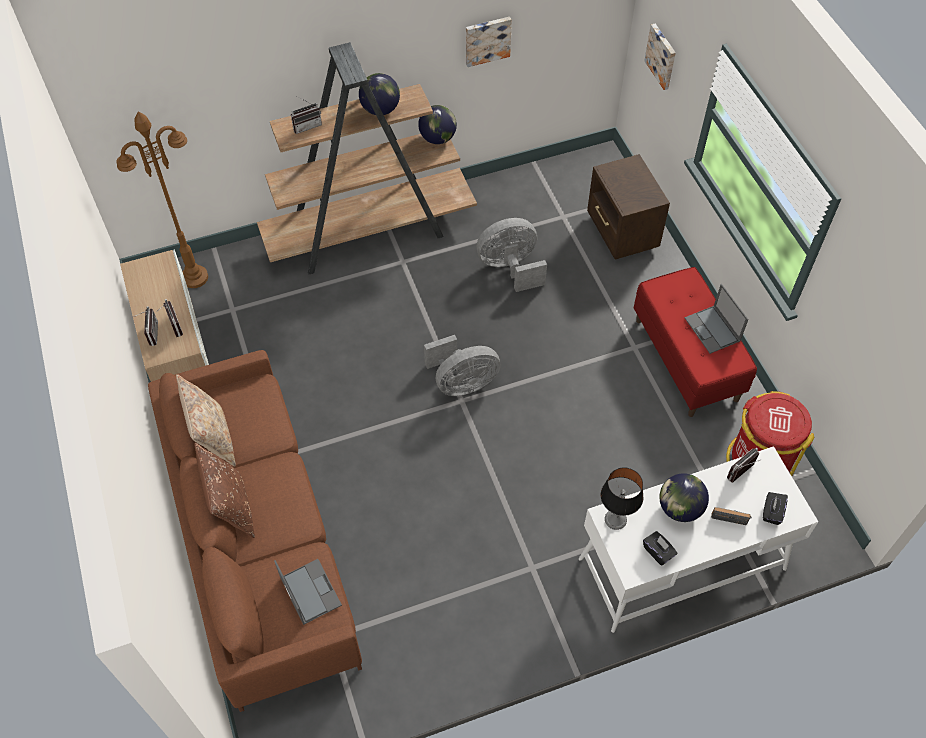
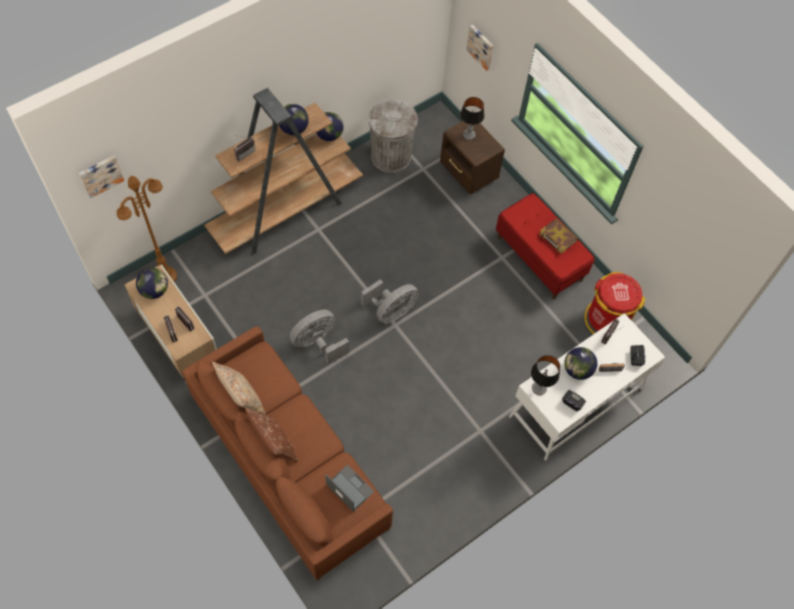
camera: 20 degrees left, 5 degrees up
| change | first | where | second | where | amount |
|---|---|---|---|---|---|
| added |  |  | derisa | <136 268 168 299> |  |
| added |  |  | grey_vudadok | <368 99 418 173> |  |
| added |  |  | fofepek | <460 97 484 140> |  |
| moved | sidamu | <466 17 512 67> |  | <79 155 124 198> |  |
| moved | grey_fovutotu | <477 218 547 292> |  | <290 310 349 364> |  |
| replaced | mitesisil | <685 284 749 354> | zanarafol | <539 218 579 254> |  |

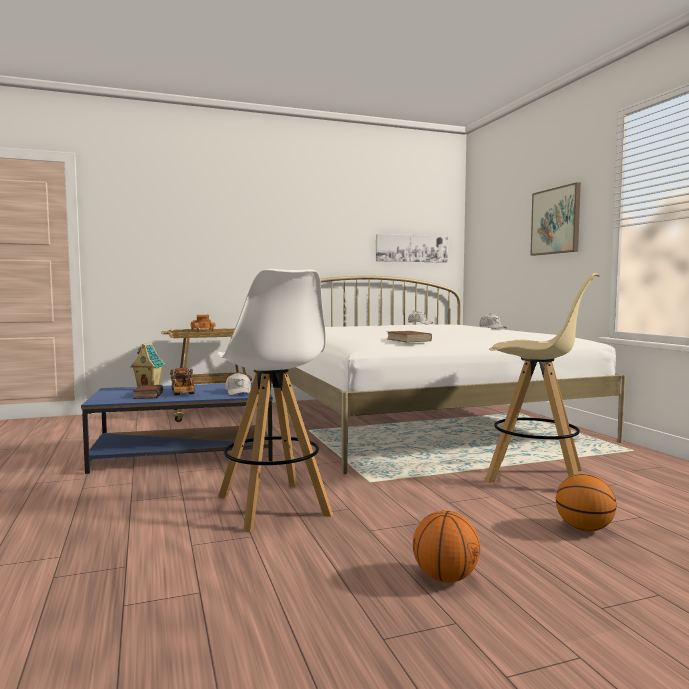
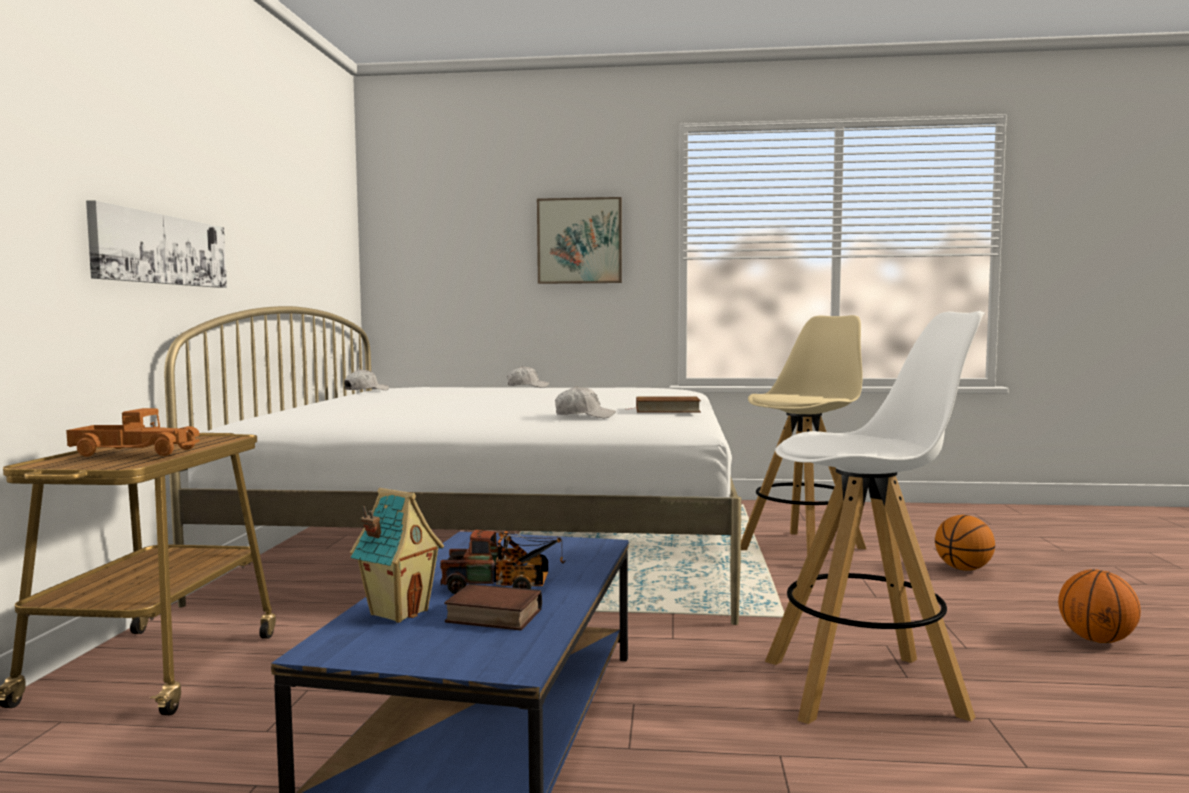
camera: 65 degrees left, 0 degrees up
| change | first | where | second | where | amount |
|---|---|---|---|---|---|
| moved | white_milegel | <225 373 251 395> |  | <555 386 616 418> |  |
| moved | sidamu | <376 234 448 263> |  | <86 200 227 288> |  |

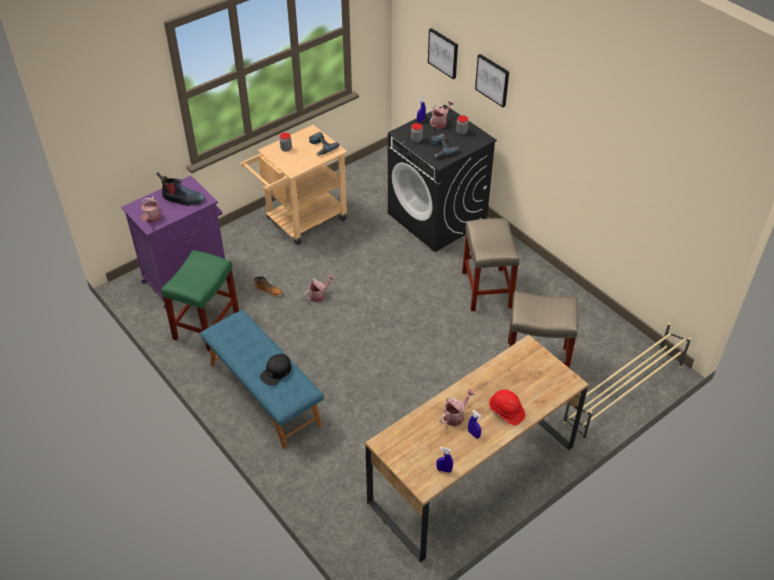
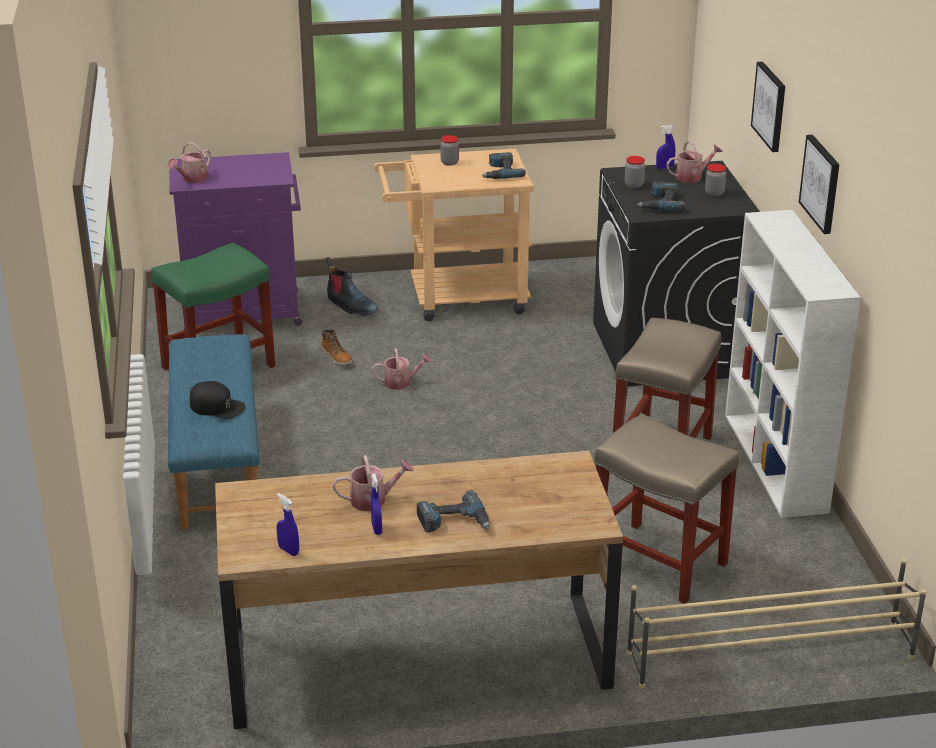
camera: 30 degrees right, 15 degrees down
| change | first | where | second | where | amount |
|---|---|---|---|---|---|
| added |  |  | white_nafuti | <725 210 861 518> |  |
| moved | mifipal | <156 172 205 206> |  | <325 257 378 316> |  |
| moved | sidamu | <428 28 458 79> |  | <799 135 839 234> |  |
| replaced | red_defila | <489 389 525 426> | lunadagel | <417 490 490 532> |  |
| turned | black_milegel | <260 354 291 385> |  | <190 381 245 419> | 135 degrees counterclockwise |

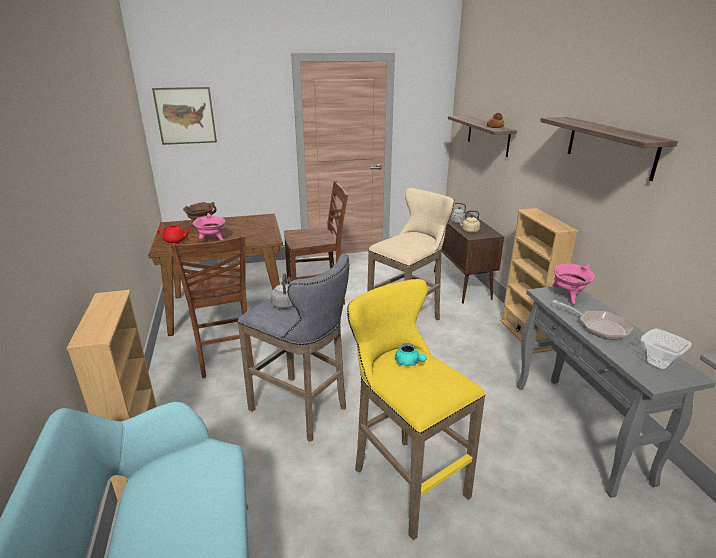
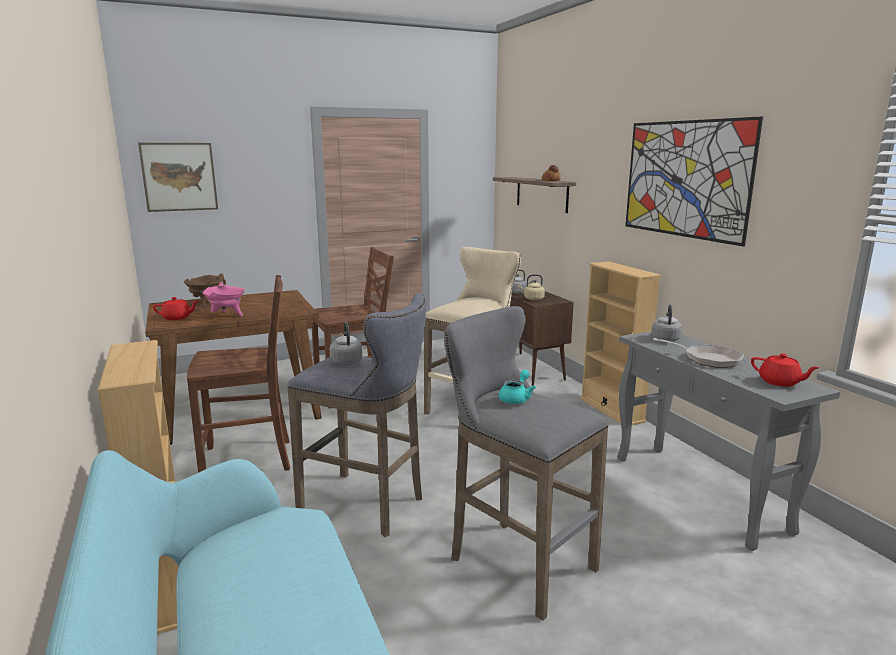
camera: 10 degrees left, 10 degrees down
| change | first | where | second | where | amount |
|---|---|---|---|---|---|
| replaced | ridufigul | <540 117 678 181> | sidamu | <625 117 763 247> |  |
| replaced | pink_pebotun | <552 263 595 305> | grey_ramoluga | <651 304 682 341> |  |
| replaced | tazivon | <640 328 692 371> | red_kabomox | <751 353 820 387> |  |
| recoloured | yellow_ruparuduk | <347 279 485 540> | grey_ruparuduk | <444 306 608 621> |  |
| turned | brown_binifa | <171 235 254 378> |  | <187 275 290 473> | 75 degrees counterclockwise |
| turned | turquoise_kabomox | <395 343 427 366> |  | <499 370 536 404> | 105 degrees counterclockwise |

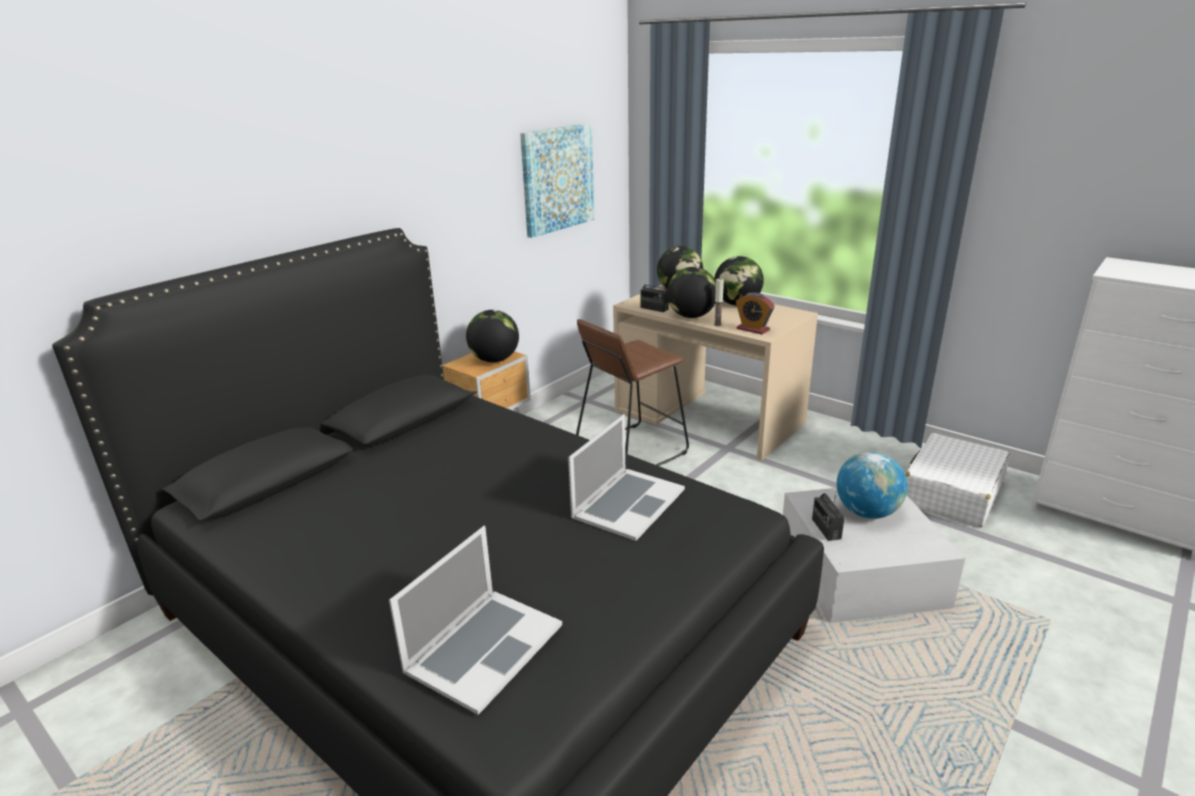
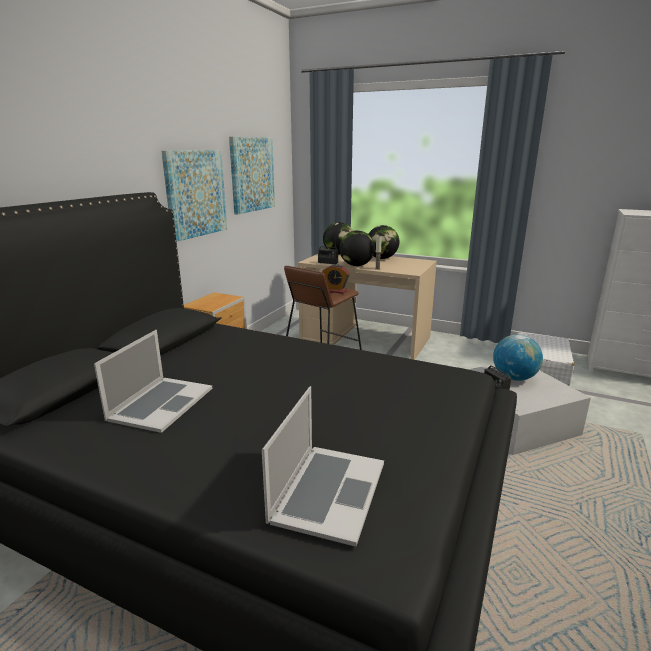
camera: 15 degrees left, 5 degrees down
| change | first | where | second | where | amount |
|---|---|---|---|---|---|
| removed | derisa | <466 310 519 362> |  |  |  |
| added |  |  | sidamu | <162 150 227 242> |  |
| moved | mitesisil | <568 414 685 541> |  | <94 330 212 433> |  |
| moved | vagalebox | <736 292 775 335> |  | <322 264 350 294> |  |

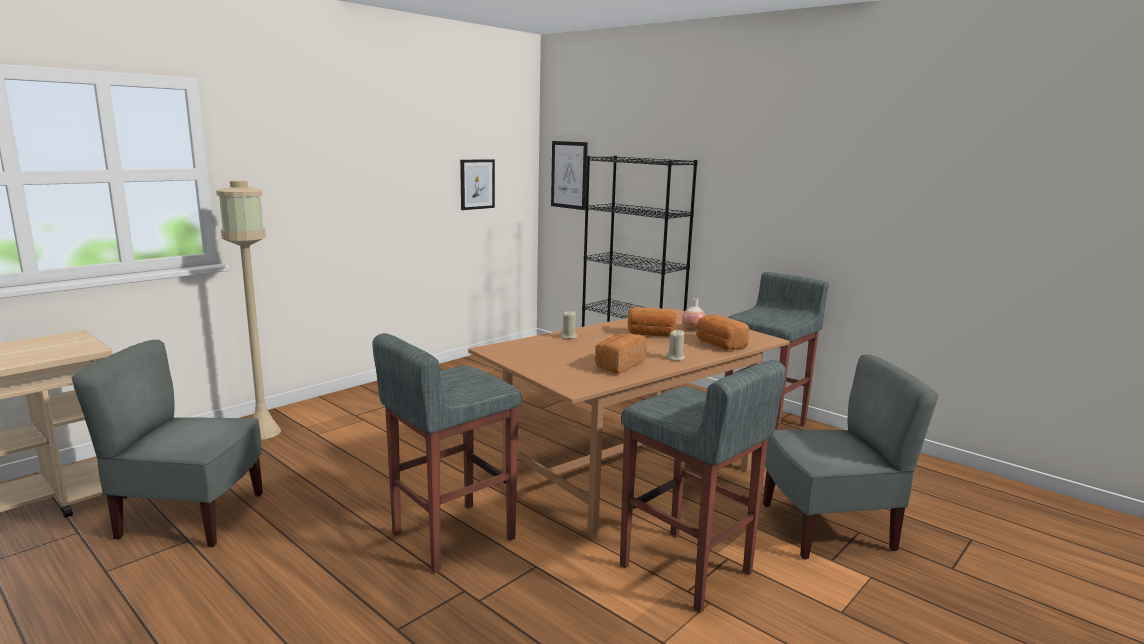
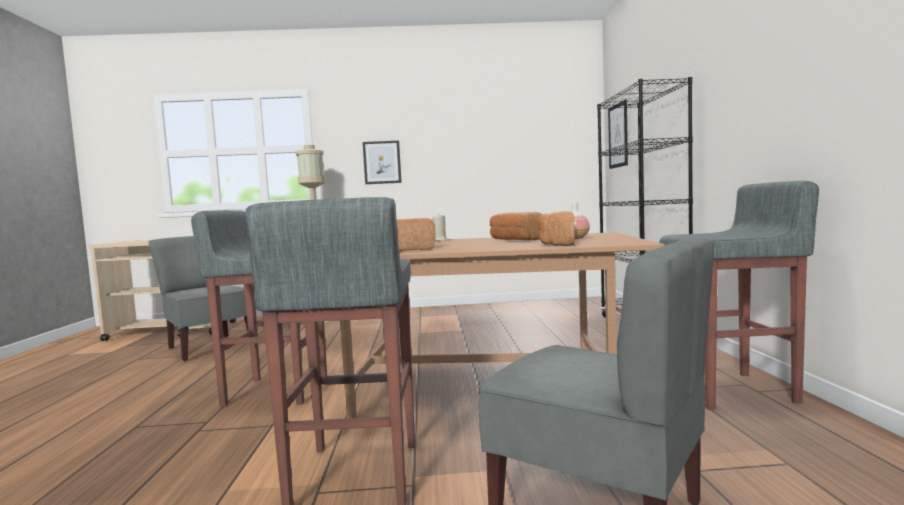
camera: 45 degrees right, 10 degrees down
| change | first | where | second | where | amount |
|---|---|---|---|---|---|
| removed | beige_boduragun | <666 329 685 361> |  |  |  |
| moved | sidamu | <460 159 495 210> |  | <363 141 402 184> |  |

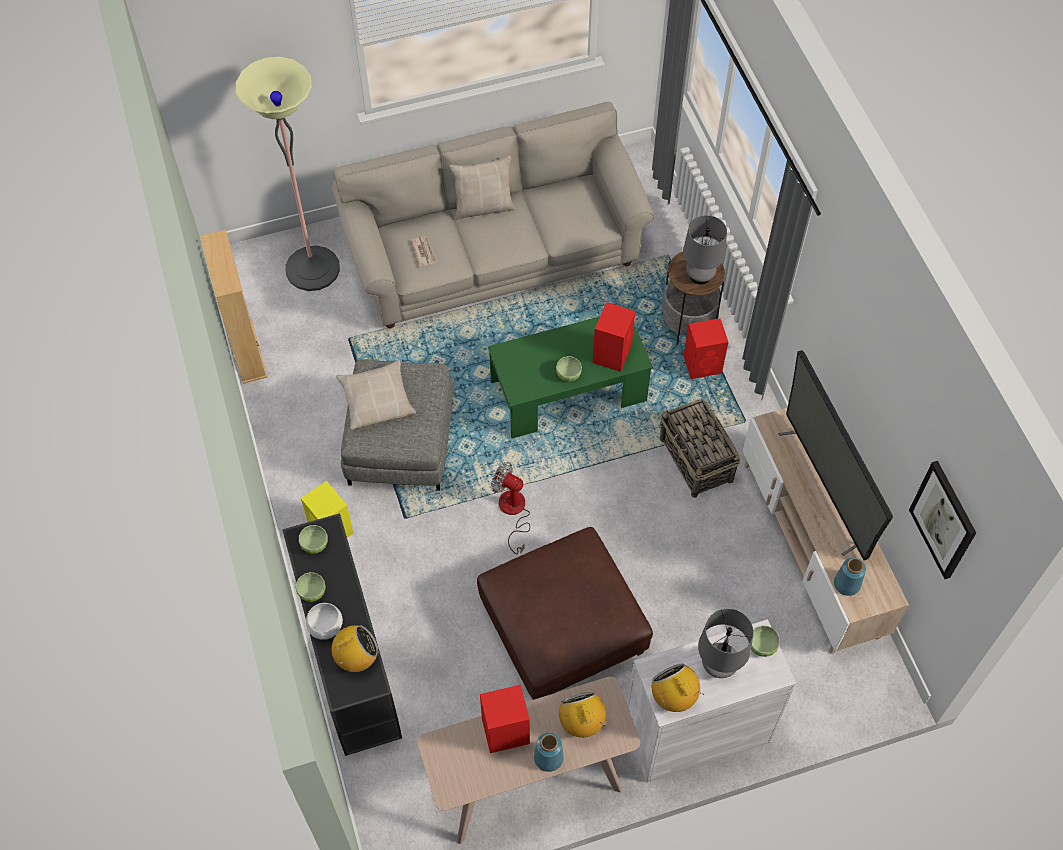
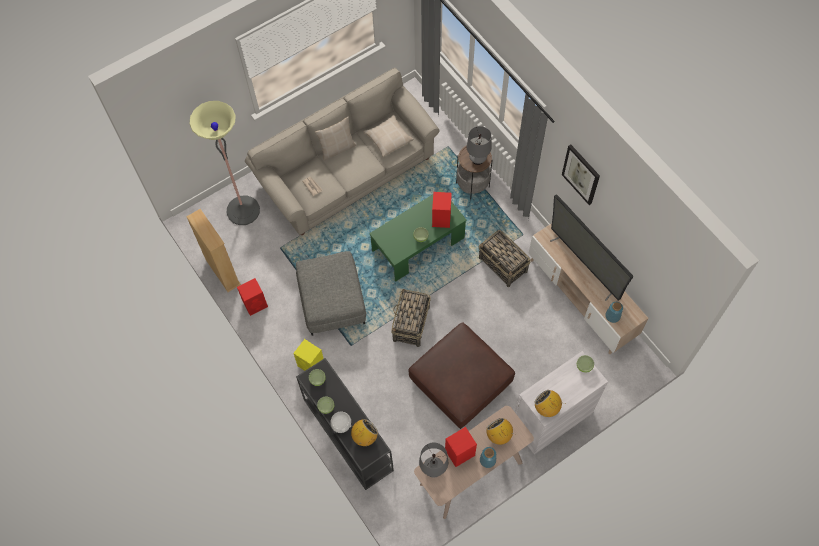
camera: 15 degrees left, 5 degrees up
| change | first | where | second | where | amount |
|---|---|---|---|---|---|
| moved | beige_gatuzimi | <336 360 416 430> |  | <363 114 414 157> |  |
| moved | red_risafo | <684 318 728 379> |  | <237 278 268 316> |  |
| moved | grey_fofepek | <698 609 754 678> |  | <419 442 448 477> |  |
| moved | sidamu | <909 461 976 579> |  | <562 144 600 205> |  |
| replaced | fovutotu | <491 462 530 554> | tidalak | <391 289 431 347> |  |

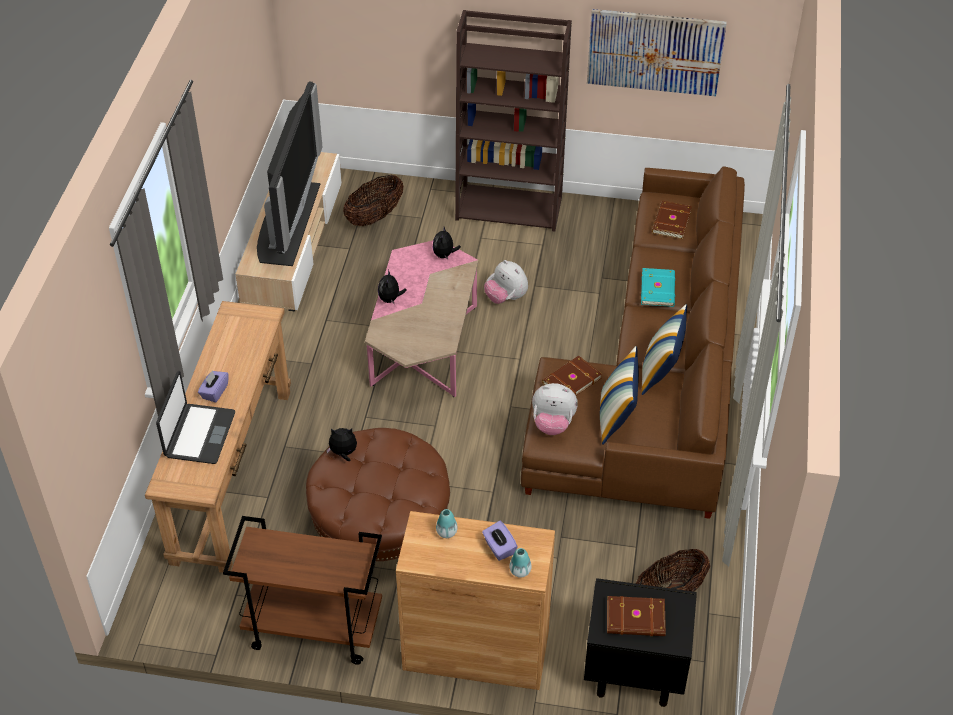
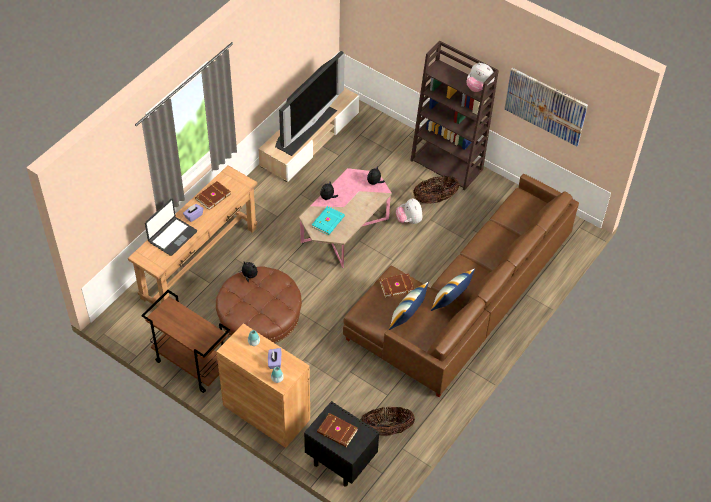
camera: 25 degrees right, 5 degrees up
| change | first | where | second | where | amount |
|---|---|---|---|---|---|
| moved | tidalak | <343 175 404 226> |  | <413 176 460 204> |  |
| moved | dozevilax | <532 383 578 435> |  | <466 63 495 92> |  |
| moved | turquoise_zanarafol | <641 268 675 307> |  | <312 206 345 236> |  |
| moved | brown_zanarafol | <652 201 692 239> |  | <195 181 231 210> |  |

